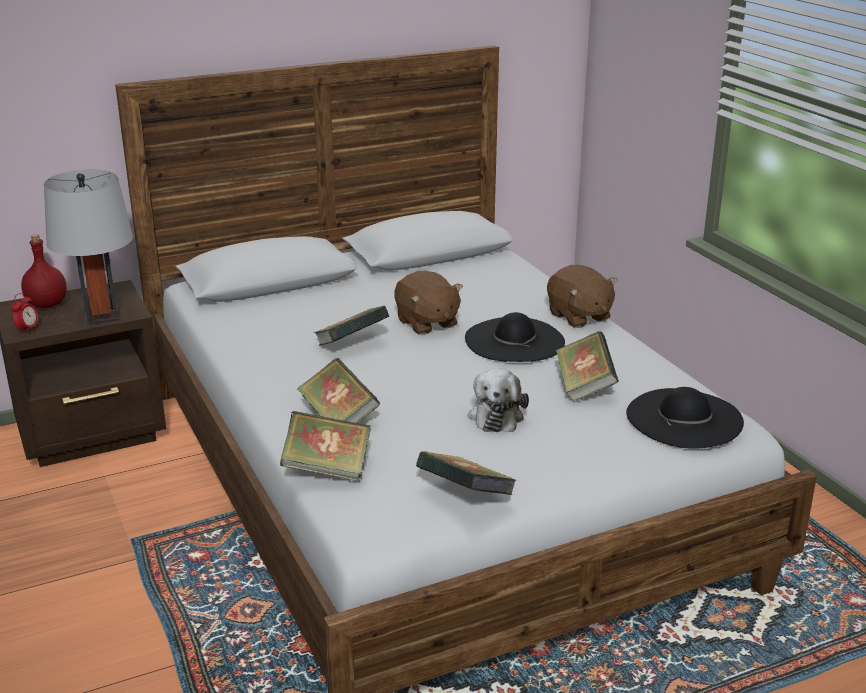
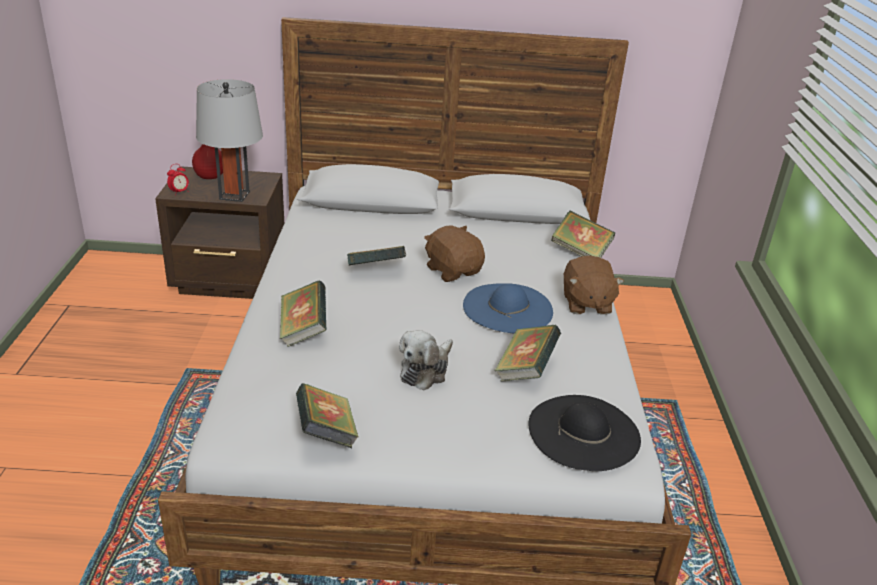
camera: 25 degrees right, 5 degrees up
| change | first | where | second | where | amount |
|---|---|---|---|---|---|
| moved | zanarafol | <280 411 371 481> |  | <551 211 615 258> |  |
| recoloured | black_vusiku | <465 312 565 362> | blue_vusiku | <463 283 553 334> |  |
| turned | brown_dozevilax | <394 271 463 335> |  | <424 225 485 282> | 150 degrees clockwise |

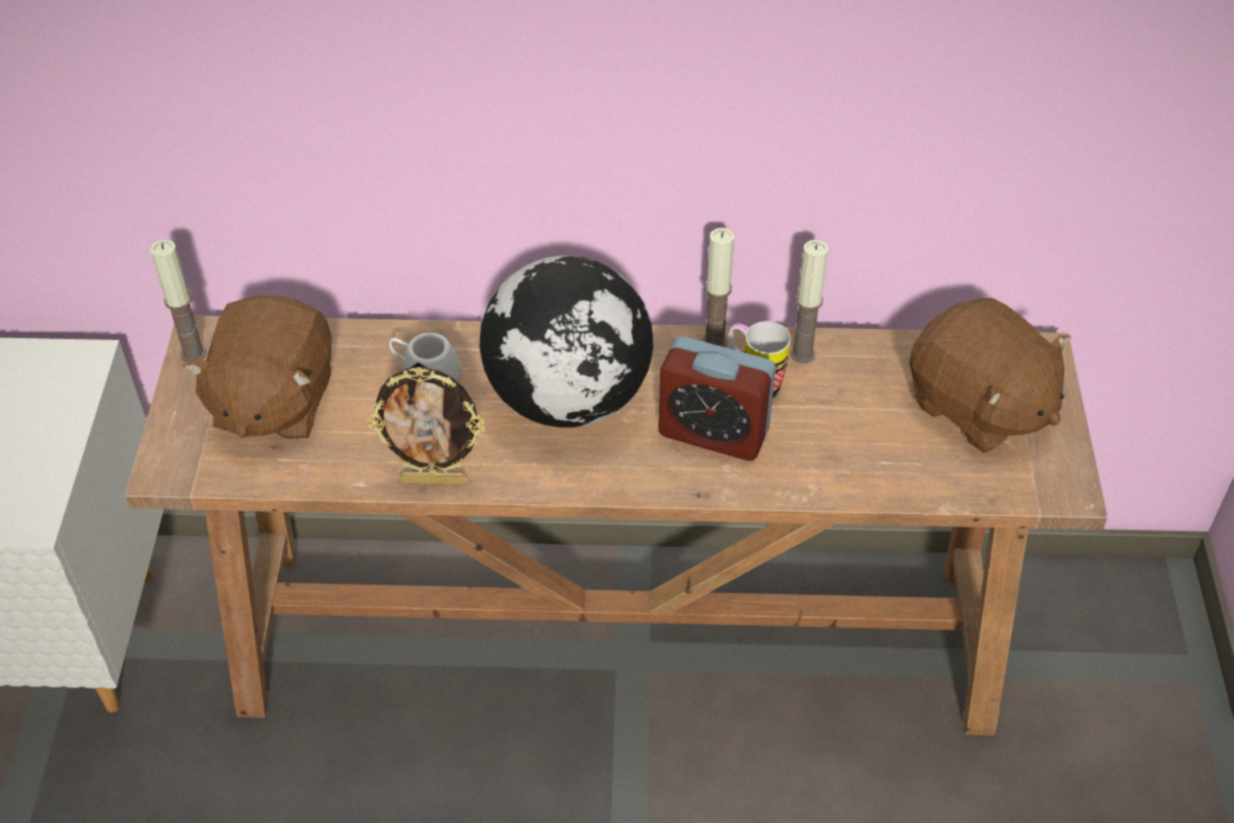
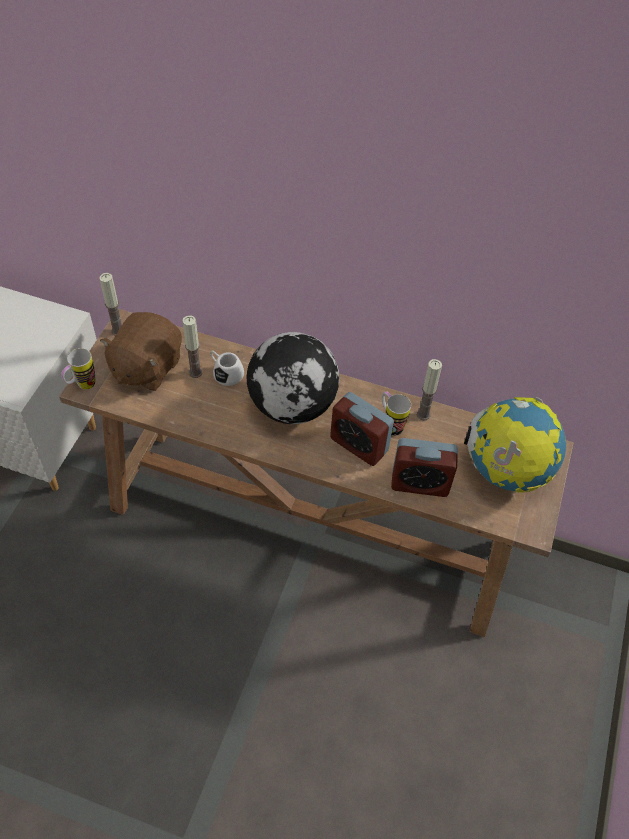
camera: 15 degrees right, 5 degrees up
| change | first | where | second | where | amount |
|---|---|---|---|---|---|
| removed | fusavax | <367 367 485 485> |  |  |  |
| added |  |  | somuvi | <61 348 95 390> |  |
| added |  |  | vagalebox | <391 438 458 497> |  |
| moved | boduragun | <702 228 734 347> |  | <182 315 202 378> |  |
| replaced | brown_dozevilax | <909 298 1070 453> | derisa | <464 397 566 493> |  |

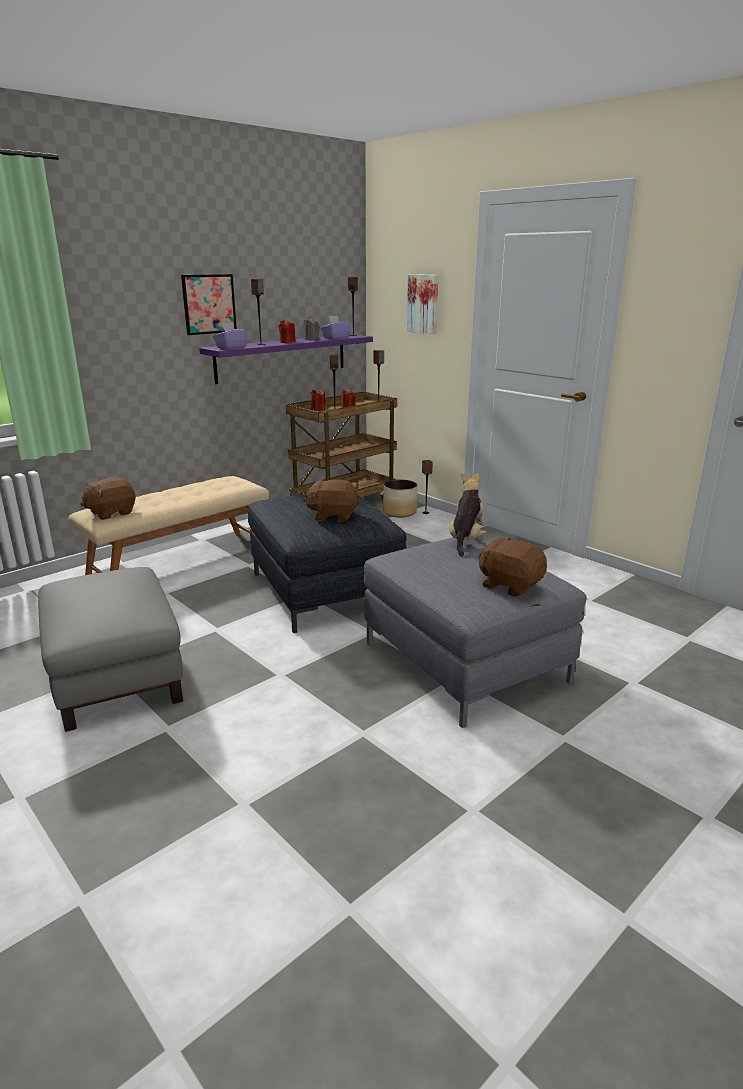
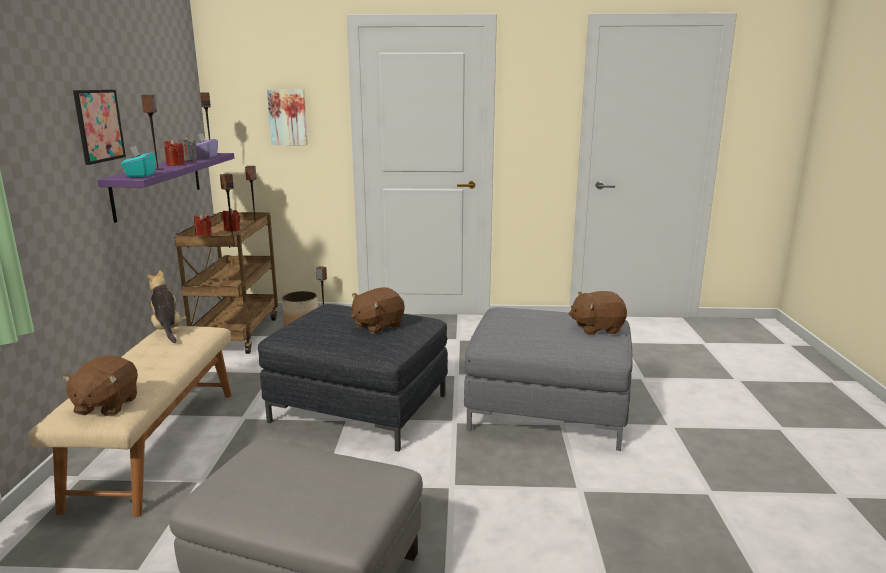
camera: 45 degrees left, 5 degrees down
| change | first | where | second | where | amount |
|---|---|---|---|---|---|
| moved | dozevilax | <450 473 487 557> |  | <147 271 187 343> |  |
| recoloured | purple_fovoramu | <213 322 247 349> | turquoise_fovoramu | <121 146 155 177> |  |

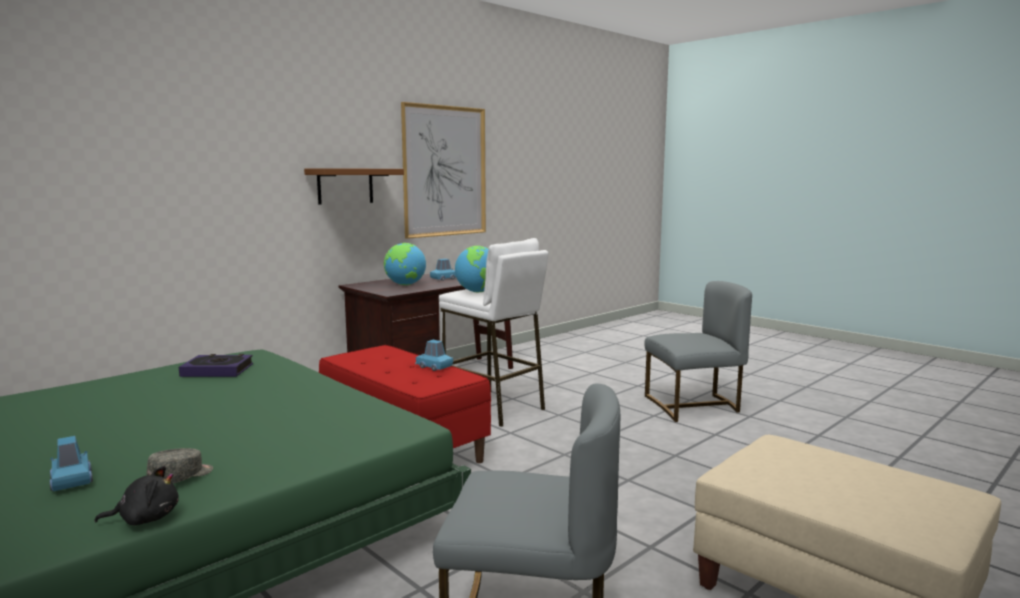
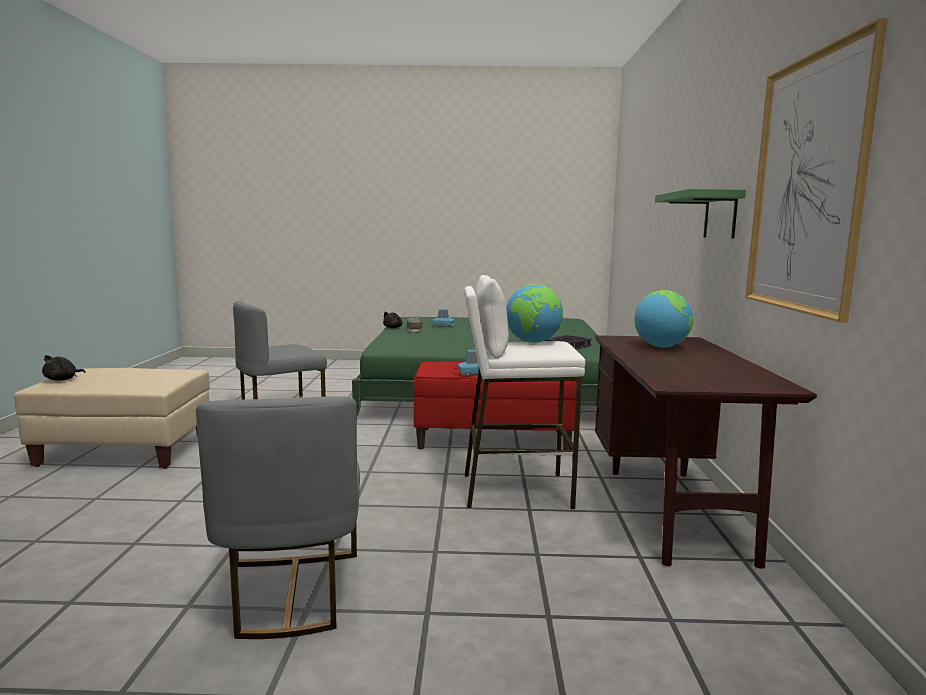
camera: 135 degrees right, 0 degrees up
| change | first | where | second | where | amount |
|---|---|---|---|---|---|
| removed | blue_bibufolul | <430 259 456 281> |  |  |  |
| added |  |  | black_dozevilax | <42 355 85 381> |  |
| recoloured | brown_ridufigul | <304 168 404 205> | green_ridufigul | <655 189 746 238> |  |
| turned | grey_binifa | <644 281 752 422> |  | <196 397 360 639> | 45 degrees counterclockwise |

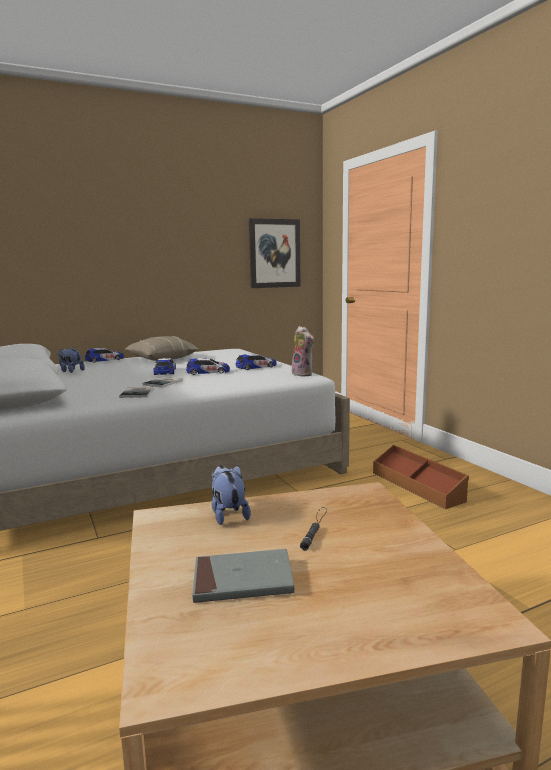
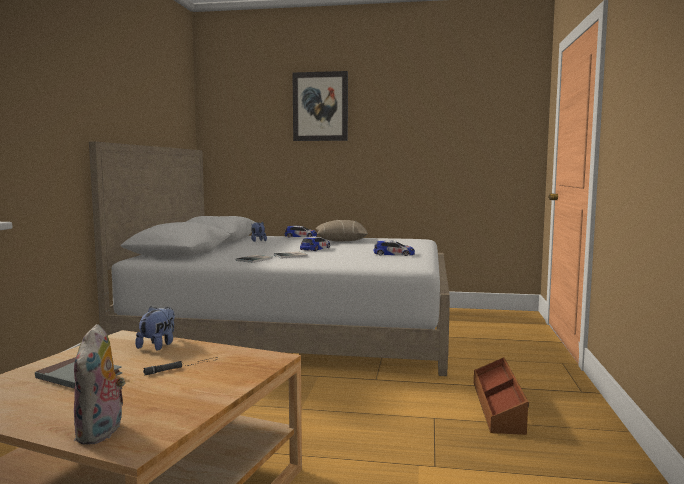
camera: 35 degrees right, 5 degrees down
| change | first | where | second | where | amount |
|---|---|---|---|---|---|
| removed | bibufolul | <186 358 230 375> |  |  |  |
| moved | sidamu | <249 218 300 288> |  | <292 71 348 141> |  |
| moved | dozevilax | <290 326 314 376> |  | <74 324 125 445> |  |

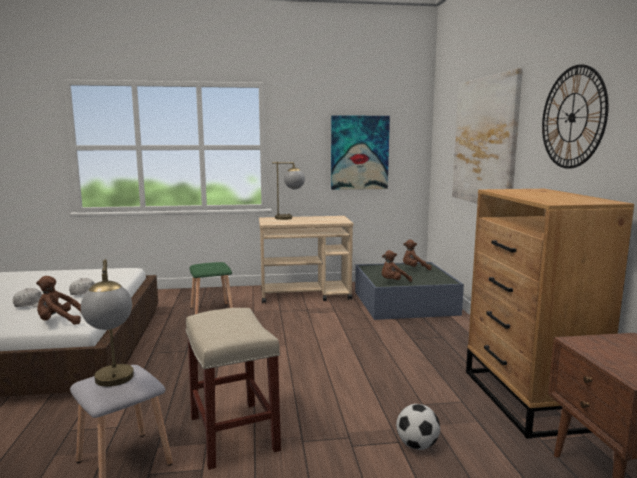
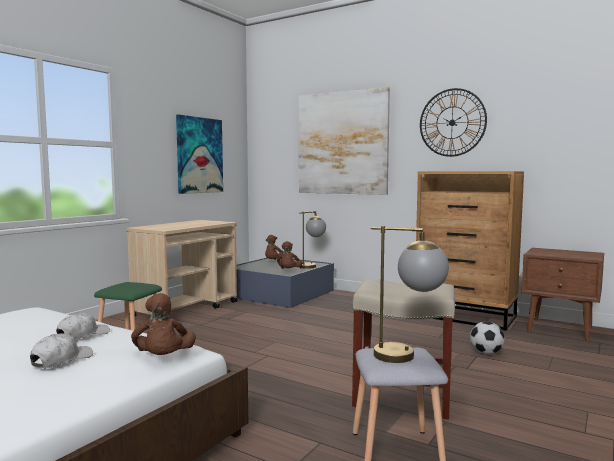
camera: 50 degrees left, 5 degrees down
| change | first | where | second | where | amount |
|---|---|---|---|---|---|
| moved | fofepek | <272 162 305 220> |  | <299 211 326 269> |  |
| turned | brown_dozevilax | <36 276 82 325> |  | <131 293 196 355> | 45 degrees counterclockwise |

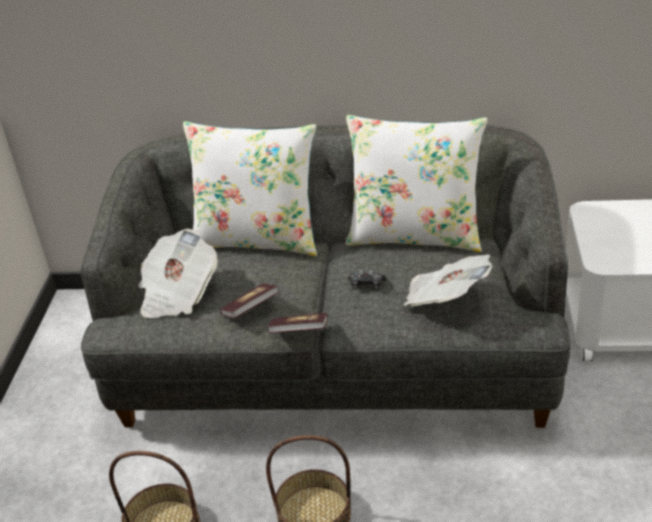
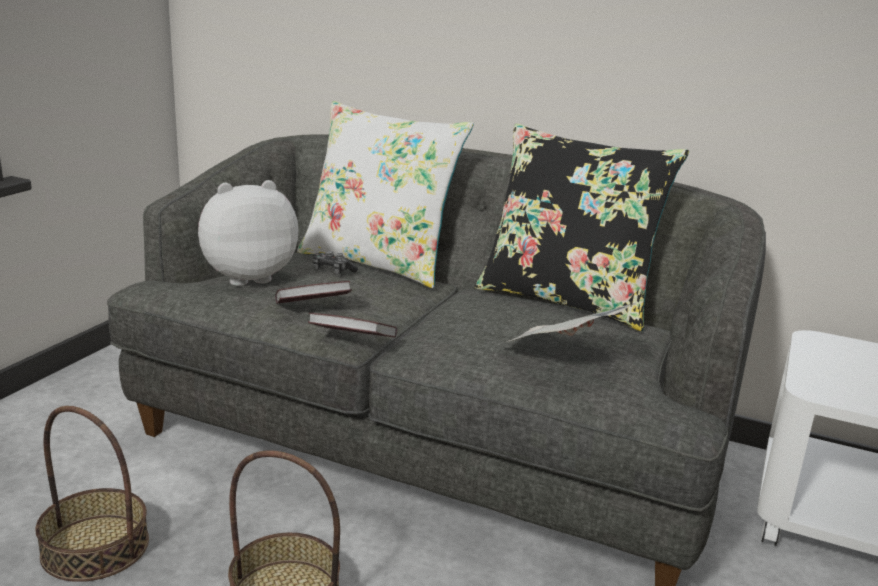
camera: 15 degrees right, 15 degrees down
| change | first | where | second | where | amount |
|---|---|---|---|---|---|
| moved | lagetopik | <348 269 386 289> |  | <313 251 358 274> |  |
| replaced | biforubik | <138 229 218 318> | dozevilax | <198 180 298 286> |  |
| recoloured | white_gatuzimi | <346 115 488 252> | black_gatuzimi | <475 124 689 331> |  |

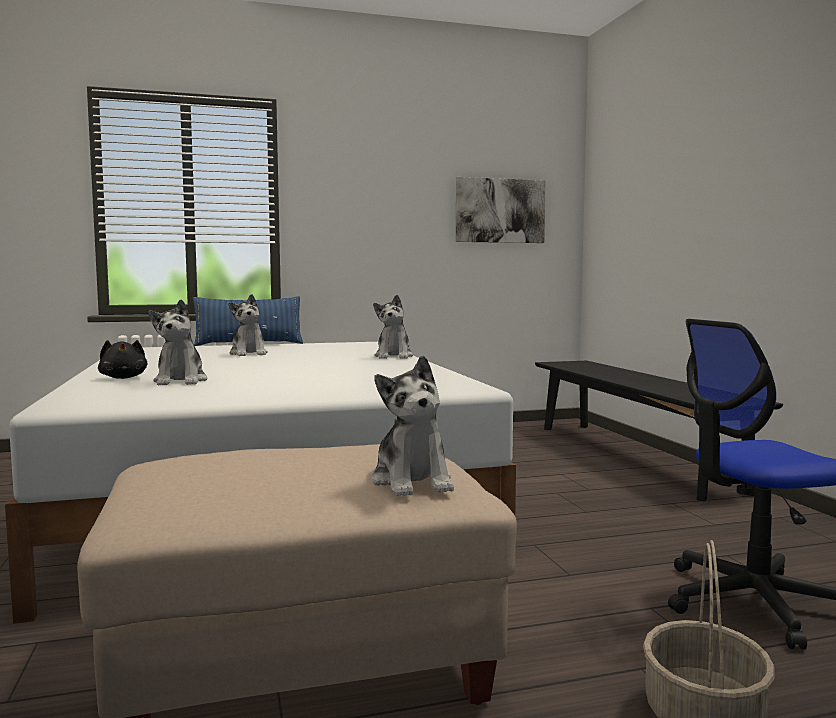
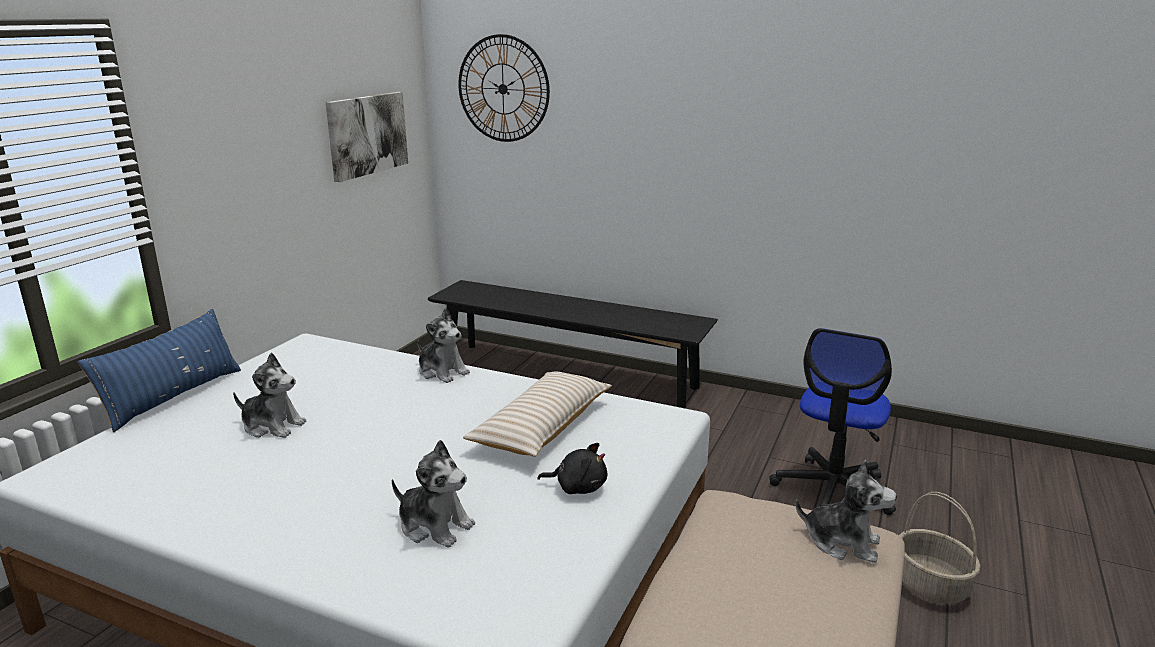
camera: 50 degrees left, 15 degrees up
| change | first | where | second | where | amount |
|---|---|---|---|---|---|
| added |  |  | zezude | <458 34 550 142> |  |
| added |  |  | beige_gatuzimi | <463 371 612 457> |  |
| moved | black_dozevilax | <98 340 147 379> |  | <537 443 607 494> |  |

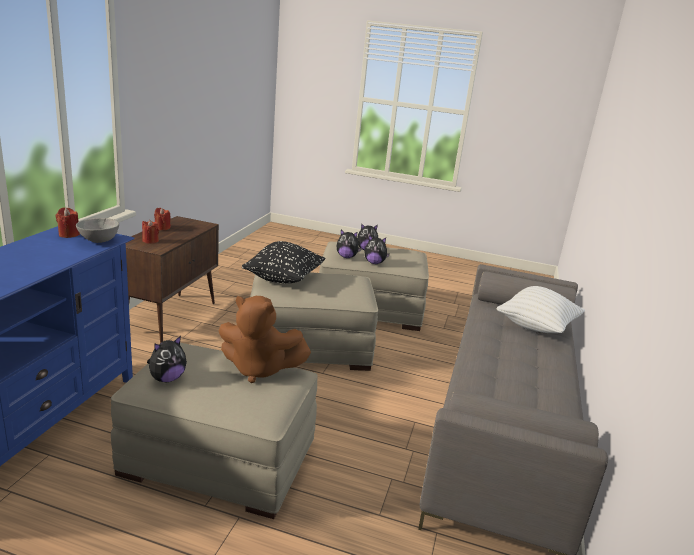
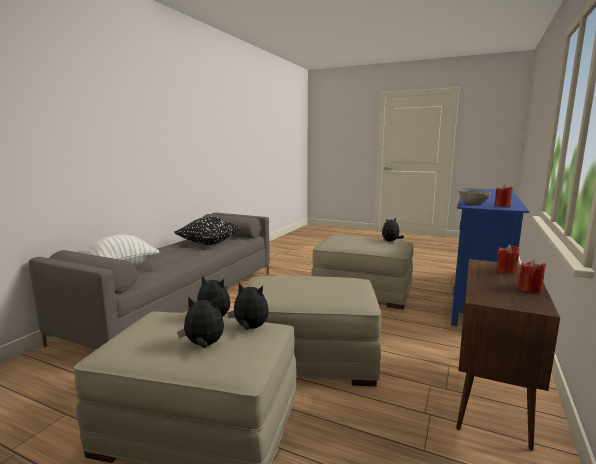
camera: 170 degrees left, 10 degrees down
| change | first | where | second | where | amount |
|---|---|---|---|---|---|
| removed | brown_dozevilax | <218 296 311 383> |  |  |  |
| moved | black_gatuzimi | <242 241 325 283> |  | <174 217 240 245> |  |

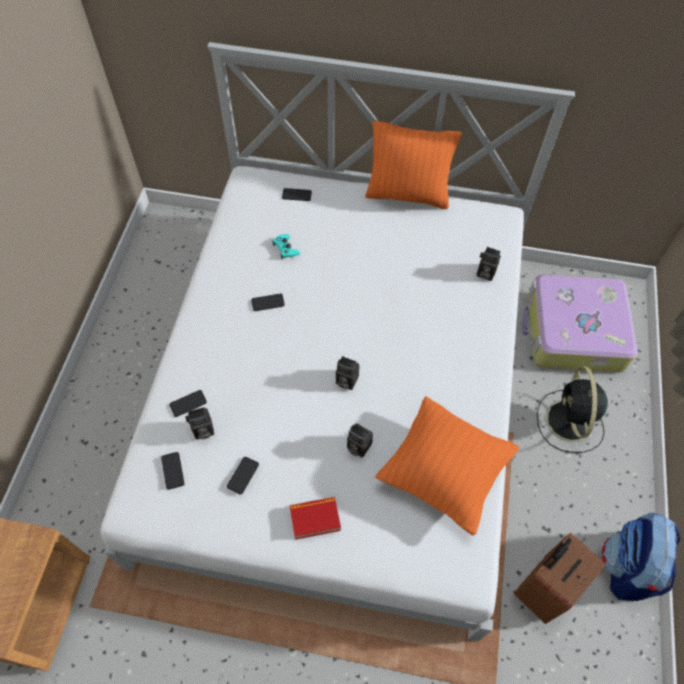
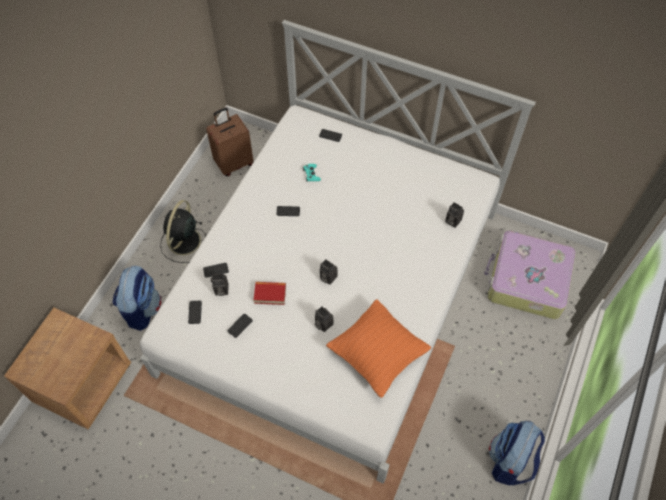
camera: 15 degrees right, 0 degrees up
| change | first | where | second | where | amount |
|---|---|---|---|---|---|
| removed | orange_gatuzimi | <365 121 461 209> |  |  |  |
| added |  |  | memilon | <113 266 161 331> |  |
| moved | zanarafol | <290 497 341 540> |  | <254 282 286 305> |  |
| moved | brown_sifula | <513 533 606 624> |  | <206 108 253 176> |  |
| moved | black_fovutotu | <537 366 608 453> |  | <160 200 206 263> |  |

